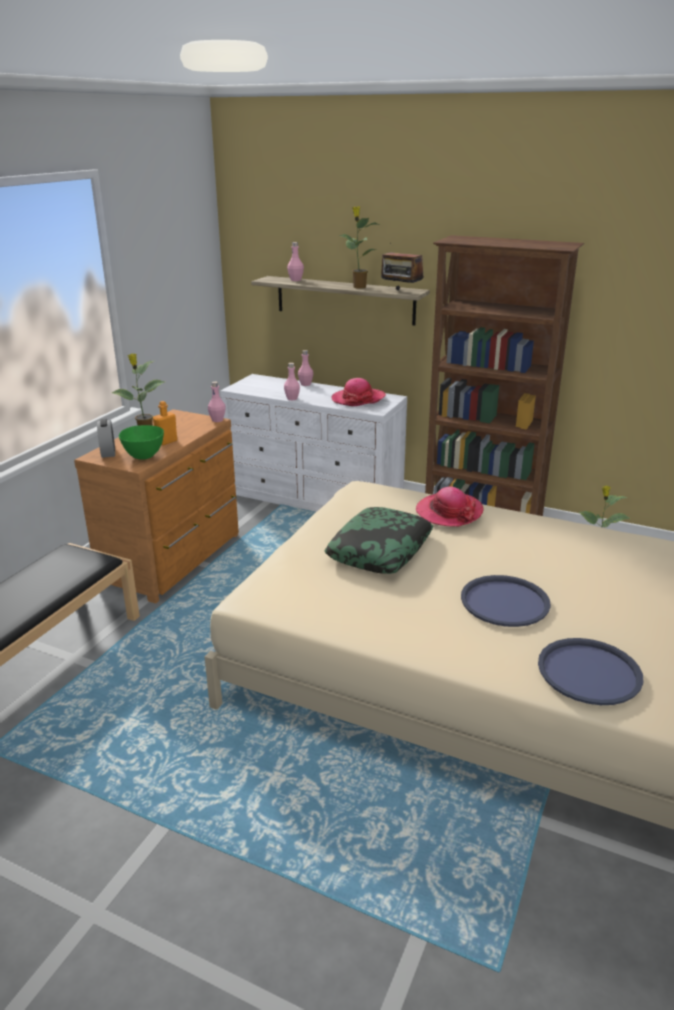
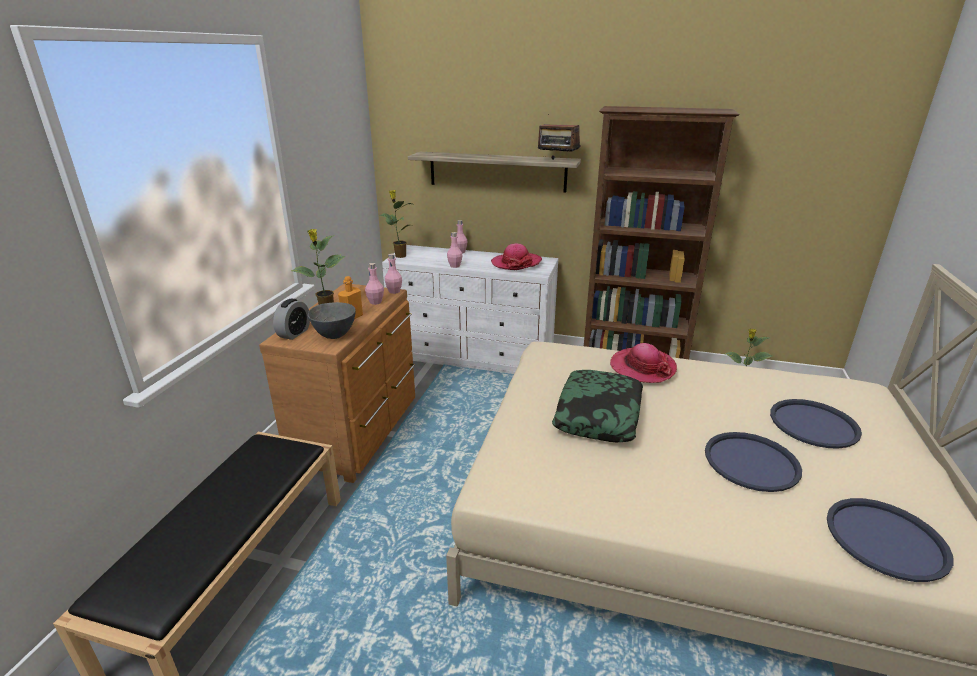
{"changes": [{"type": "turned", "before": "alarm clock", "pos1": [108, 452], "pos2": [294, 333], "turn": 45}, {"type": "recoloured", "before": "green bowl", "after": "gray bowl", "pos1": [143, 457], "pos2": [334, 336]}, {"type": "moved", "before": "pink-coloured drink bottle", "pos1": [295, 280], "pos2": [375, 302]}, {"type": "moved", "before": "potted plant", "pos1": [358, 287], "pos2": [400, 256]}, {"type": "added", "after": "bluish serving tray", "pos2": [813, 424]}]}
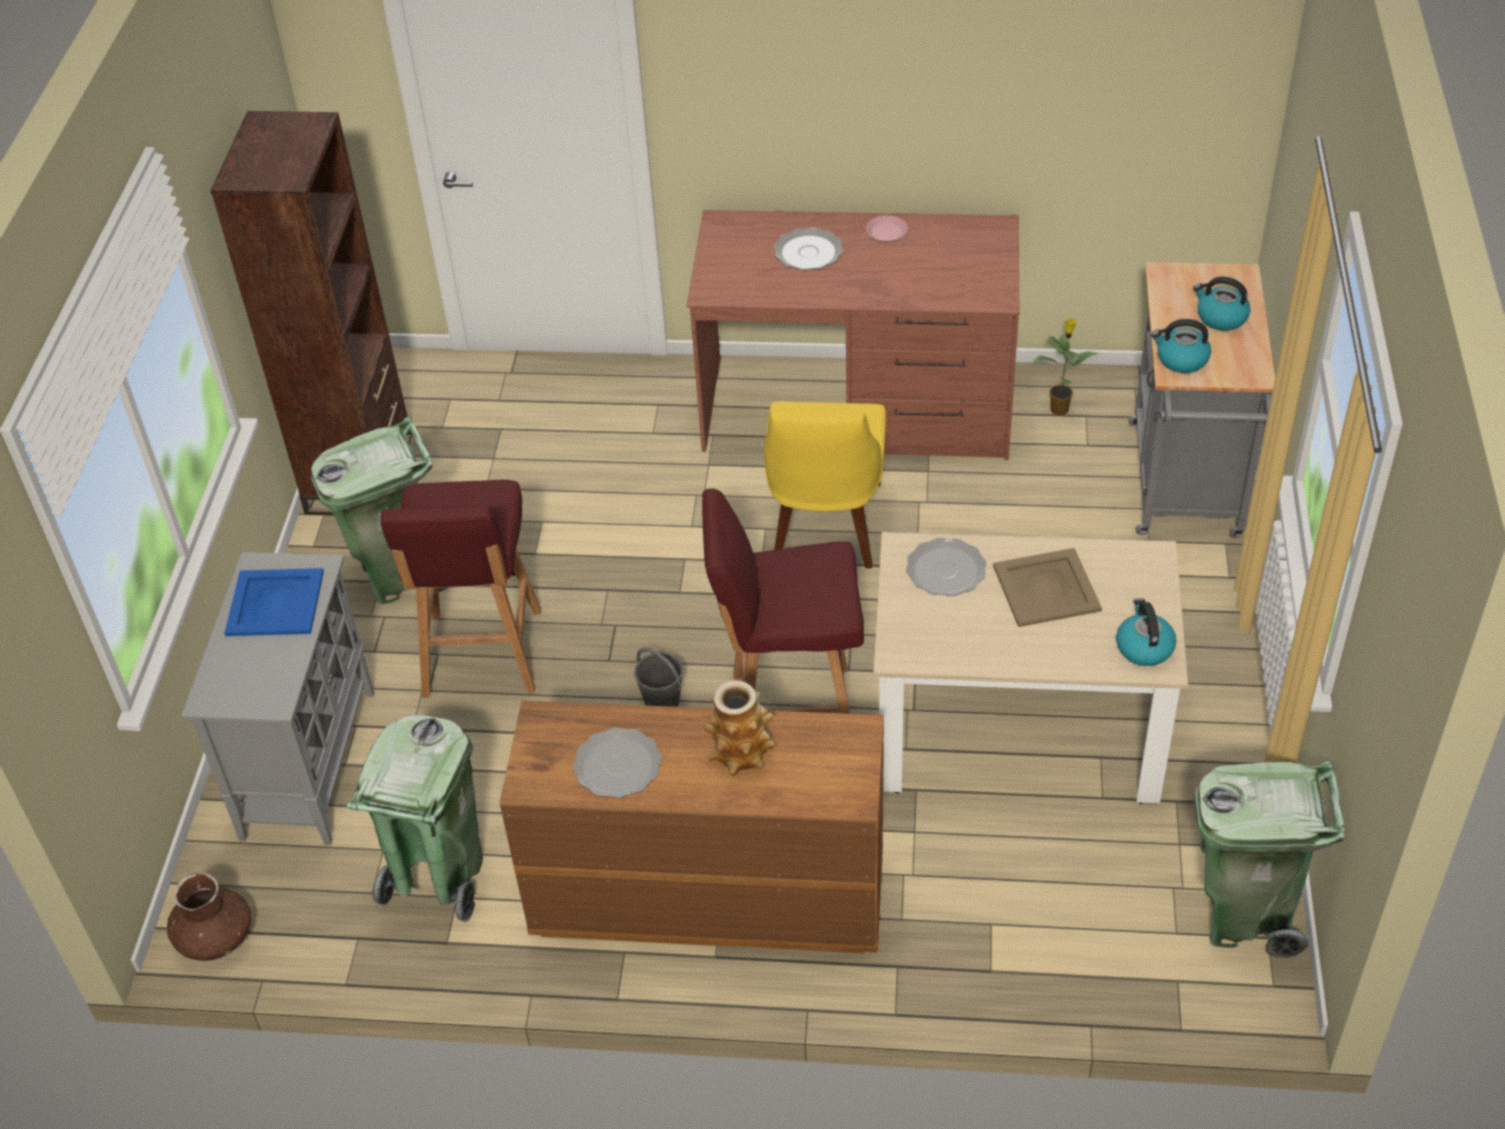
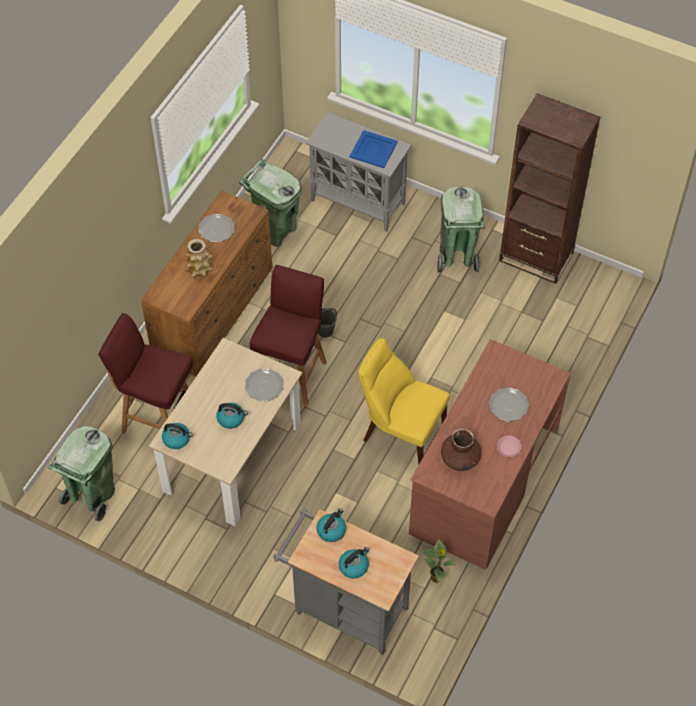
{"changes": [{"type": "moved", "before": "red-coloured stool", "pos1": [482, 656], "pos2": [157, 418]}, {"type": "replaced", "before": "beige-coloured serving tray", "after": "kettle", "pos1": [1046, 589], "pos2": [231, 418]}, {"type": "moved", "before": "brown-coloured vase", "pos1": [215, 938], "pos2": [460, 458]}]}
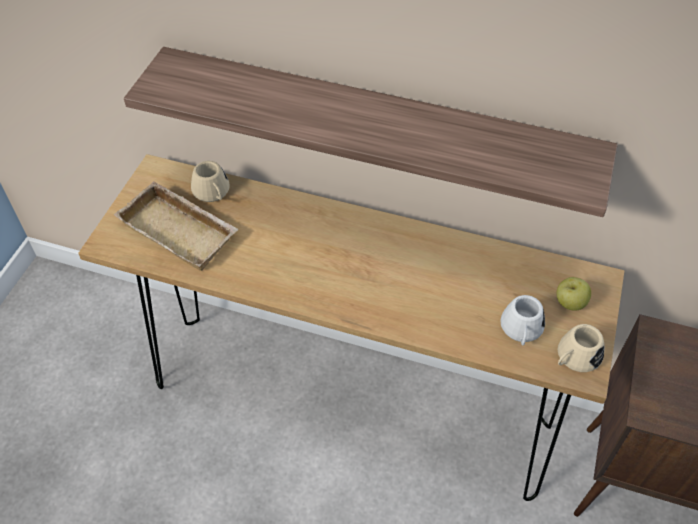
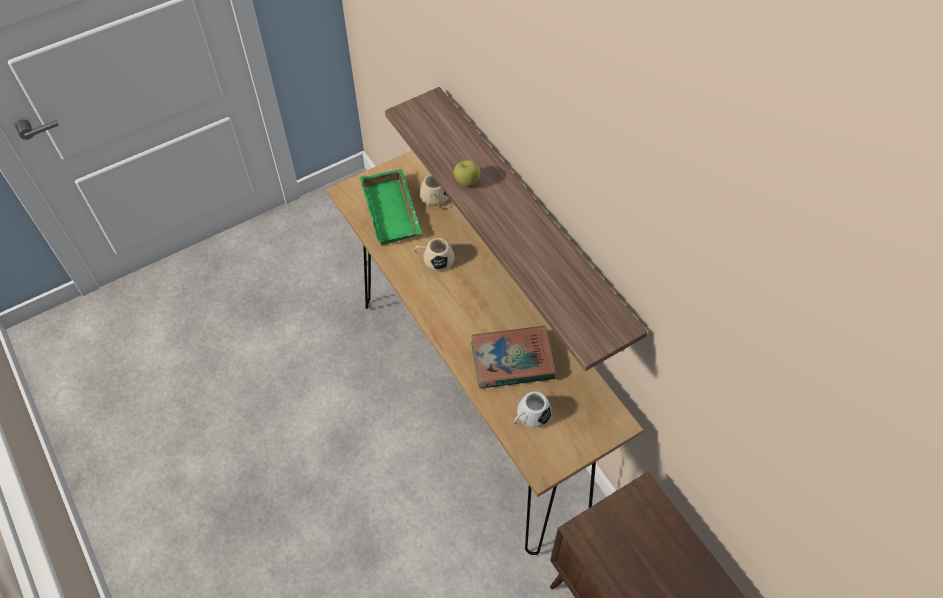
{"changes": [{"type": "recoloured", "before": "beige-coloured serving tray", "after": "green serving tray", "pos1": [181, 230], "pos2": [393, 212]}, {"type": "moved", "before": "beige-coloured mug", "pos1": [574, 358], "pos2": [434, 259]}, {"type": "moved", "before": "apple", "pos1": [569, 303], "pos2": [467, 181]}, {"type": "added", "after": "volume", "pos2": [512, 360]}]}
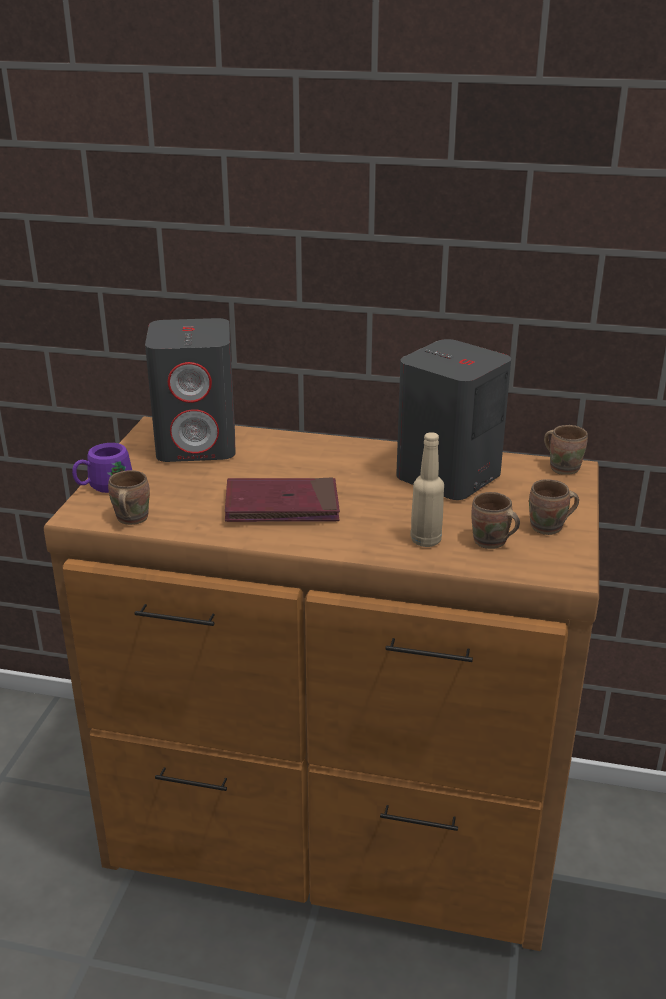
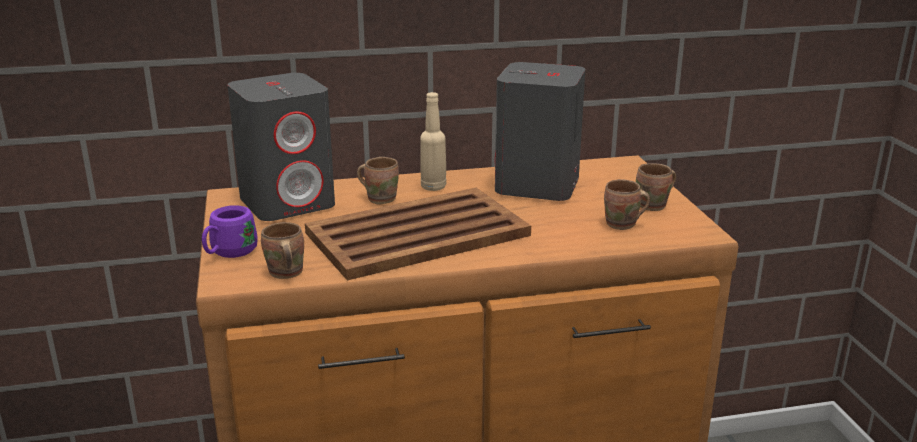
{"changes": [{"type": "replaced", "before": "red-coloured volume", "after": "brown-coloured serving tray", "pos1": [282, 506], "pos2": [420, 234]}, {"type": "moved", "before": "brown-coloured mug", "pos1": [563, 467], "pos2": [380, 198]}, {"type": "moved", "before": "beige-coloured drink bottle", "pos1": [426, 540], "pos2": [433, 187]}]}
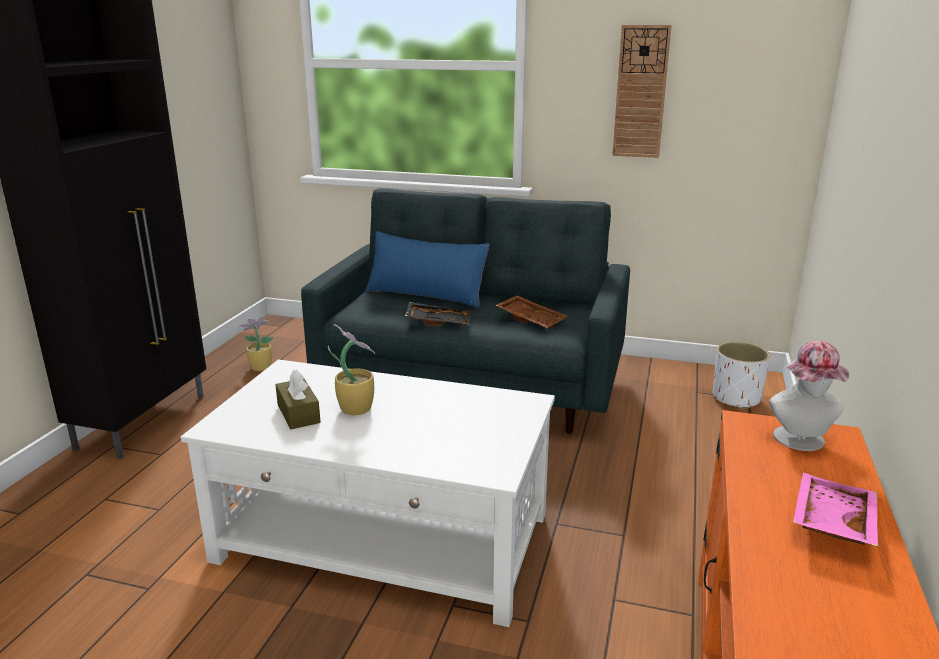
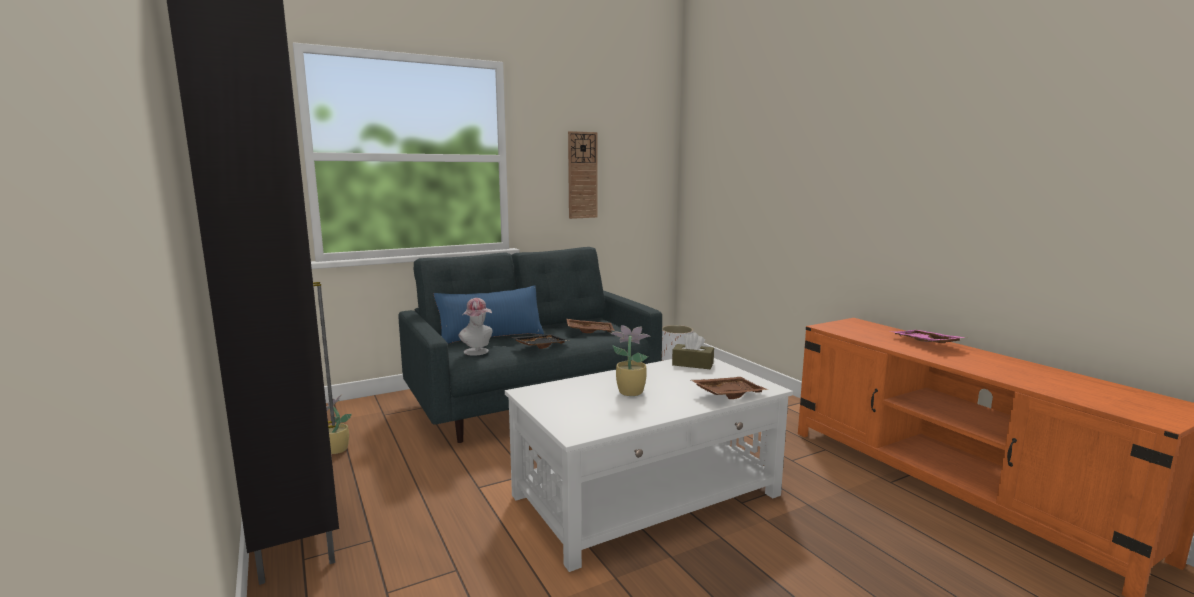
{"changes": [{"type": "moved", "before": "wearable hat", "pos1": [801, 442], "pos2": [478, 352]}, {"type": "moved", "before": "brown-coloured box of tissues", "pos1": [298, 414], "pos2": [692, 364]}, {"type": "added", "after": "brown-coloured serving tray", "pos2": [727, 394]}]}
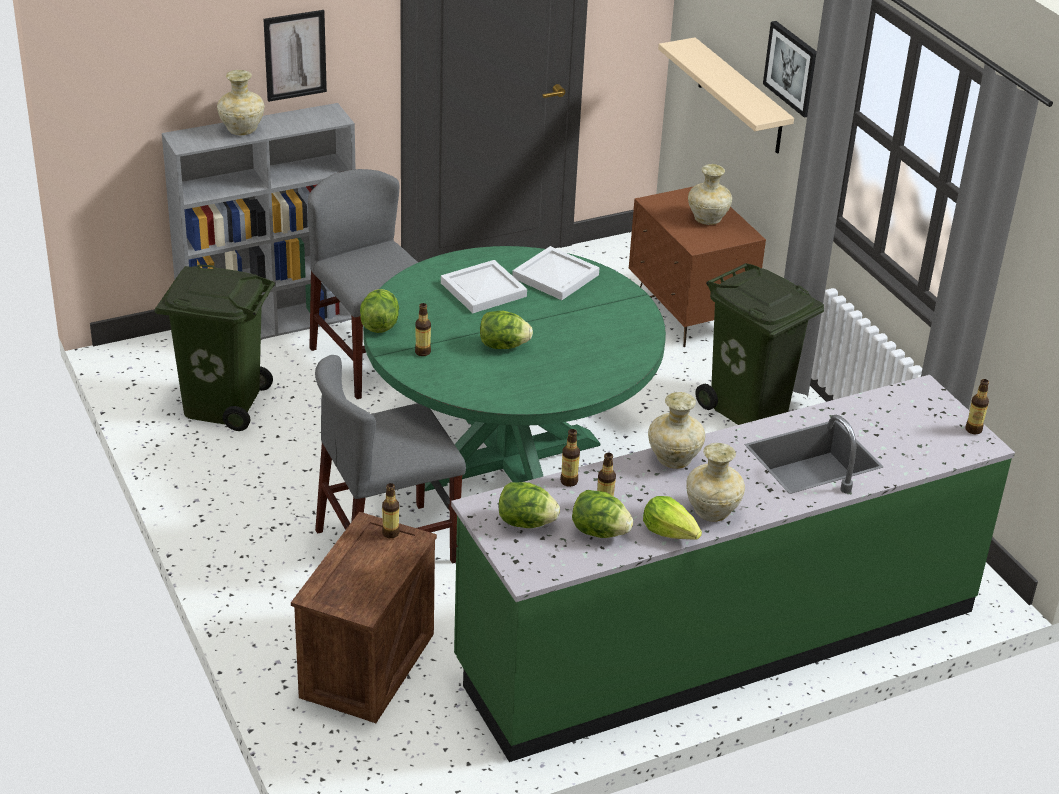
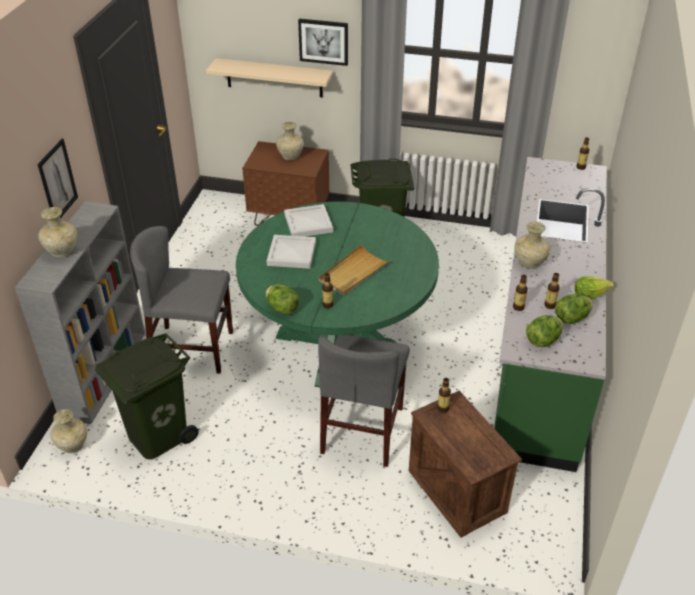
{"changes": [{"type": "moved", "before": "beige-coloured vase", "pos1": [711, 512], "pos2": [73, 446]}, {"type": "replaced", "before": "head of lettuce", "after": "beige-coloured serving tray", "pos1": [503, 346], "pos2": [353, 273]}]}
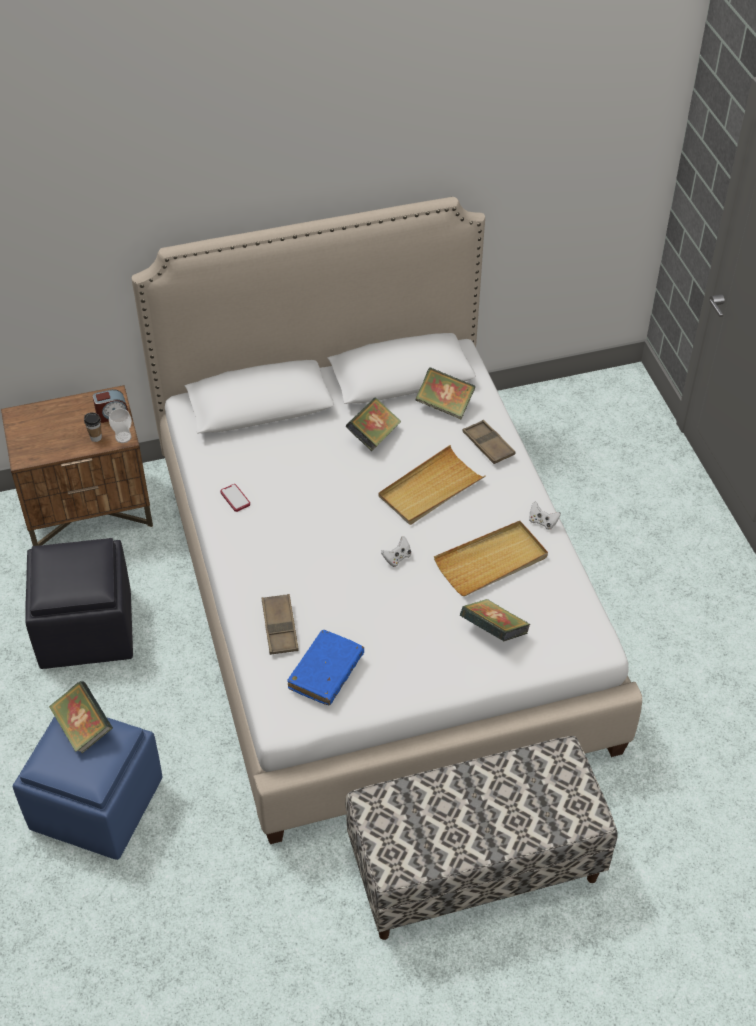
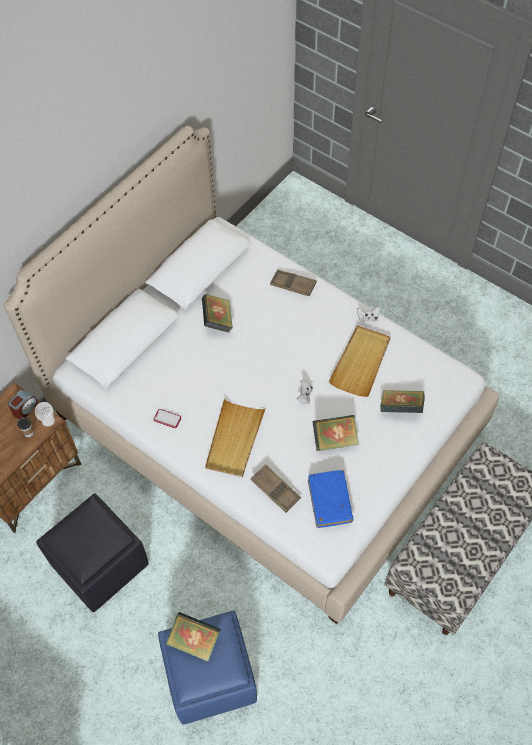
{"changes": [{"type": "moved", "before": "beige-coloured serving tray", "pos1": [430, 489], "pos2": [234, 440]}, {"type": "moved", "before": "volume", "pos1": [444, 405], "pos2": [335, 439]}]}
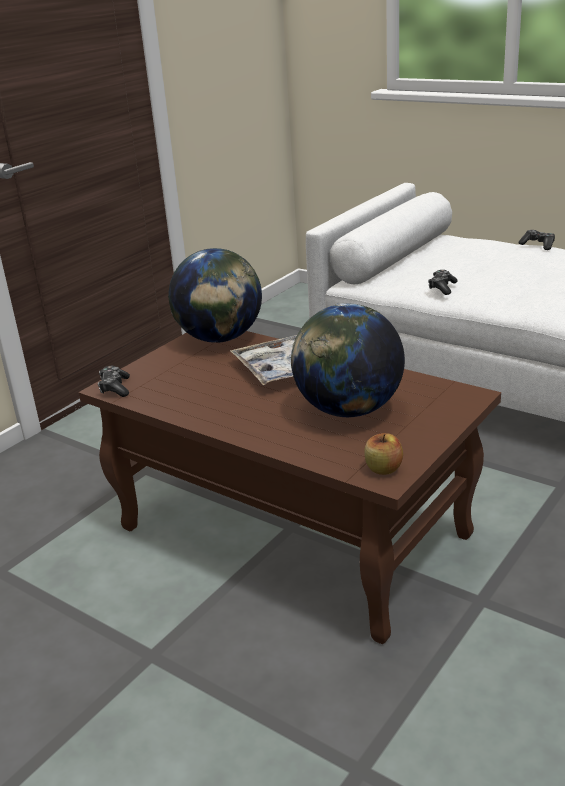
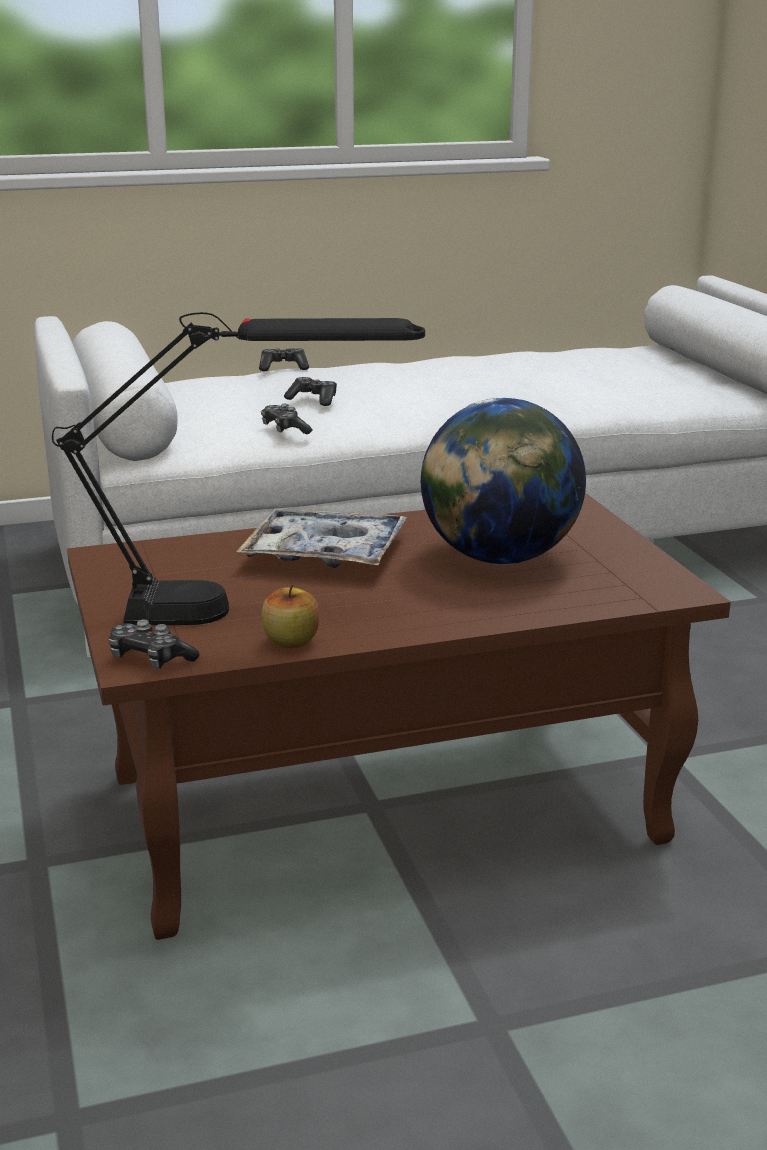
{"changes": [{"type": "added", "after": "black-coloured lamp for a table", "pos2": [246, 610]}, {"type": "moved", "before": "apple", "pos1": [383, 469], "pos2": [291, 642]}, {"type": "added", "after": "game controller", "pos2": [313, 400]}, {"type": "removed", "before": "globe", "pos1": [220, 339]}]}
